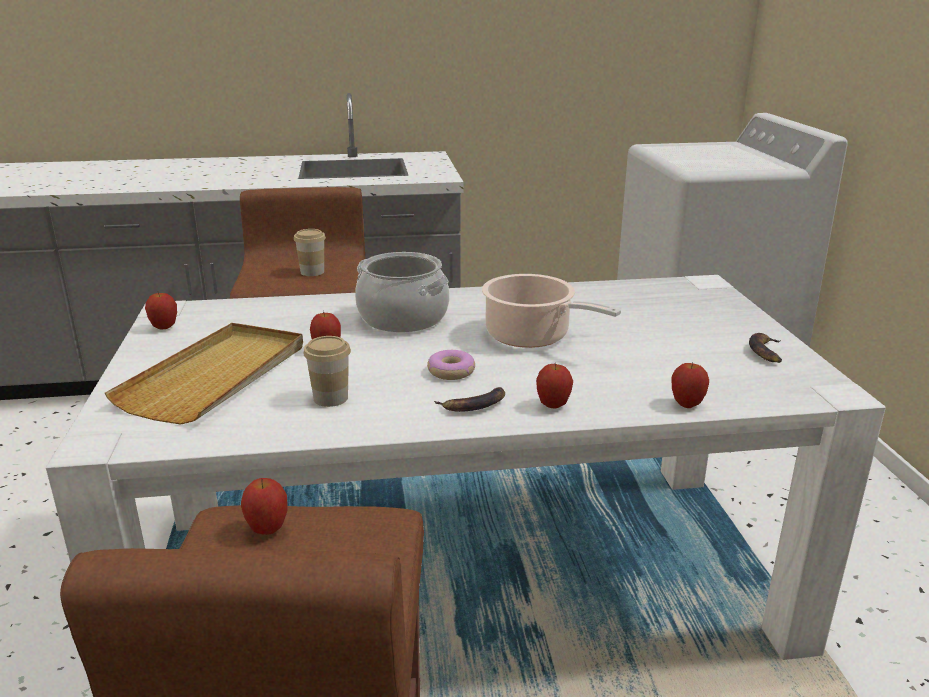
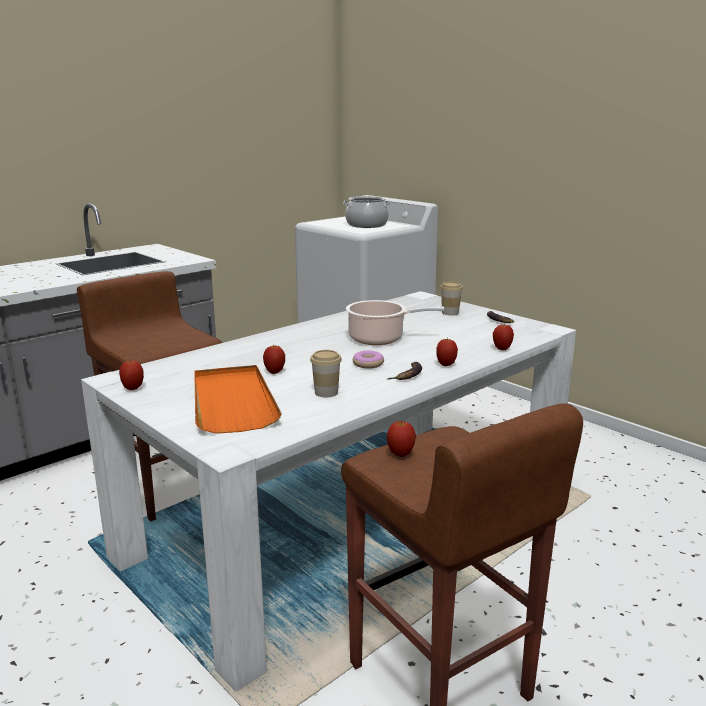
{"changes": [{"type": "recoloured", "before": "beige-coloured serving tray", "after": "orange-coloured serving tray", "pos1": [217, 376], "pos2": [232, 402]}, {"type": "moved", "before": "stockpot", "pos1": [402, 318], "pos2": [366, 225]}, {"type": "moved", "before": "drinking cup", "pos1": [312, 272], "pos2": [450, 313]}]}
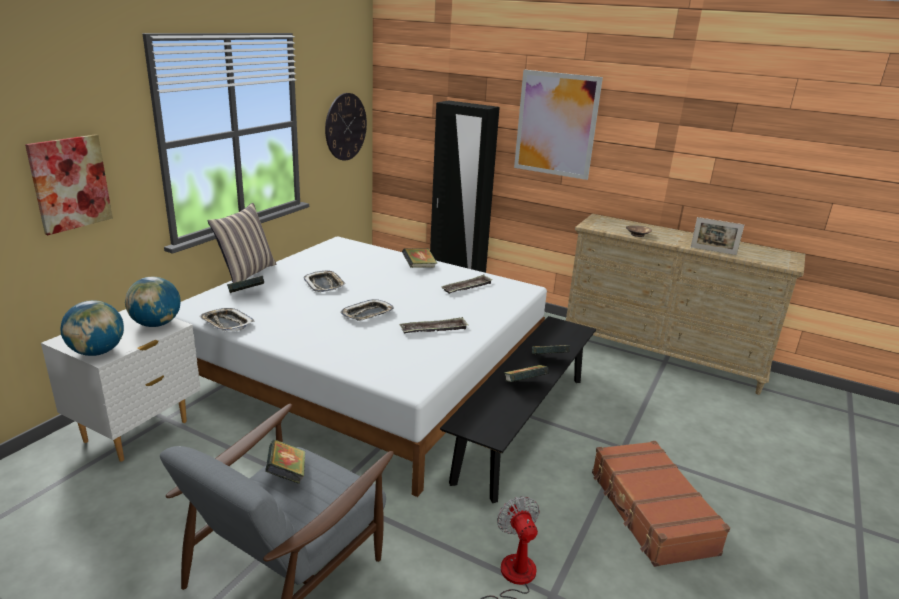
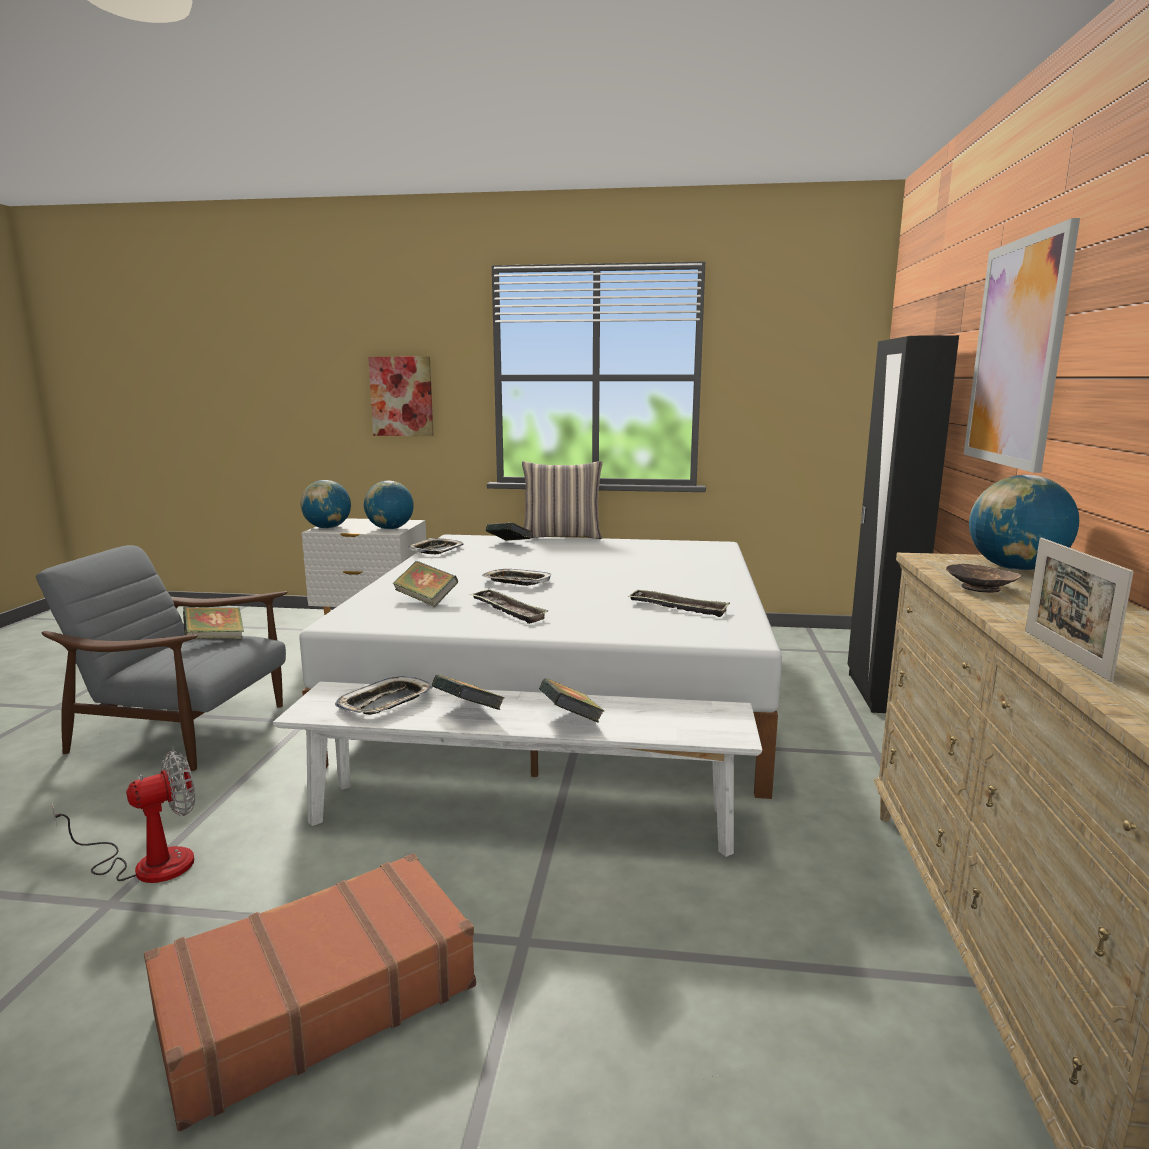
{"changes": [{"type": "recoloured", "before": "black-coloured bench", "after": "white bench", "pos1": [522, 426], "pos2": [520, 816]}, {"type": "moved", "before": "serving tray", "pos1": [324, 284], "pos2": [385, 703]}, {"type": "moved", "before": "volume", "pos1": [419, 267], "pos2": [426, 600]}, {"type": "added", "after": "globe", "pos2": [1015, 568]}, {"type": "removed", "before": "clock on the wall", "pos1": [345, 127]}]}
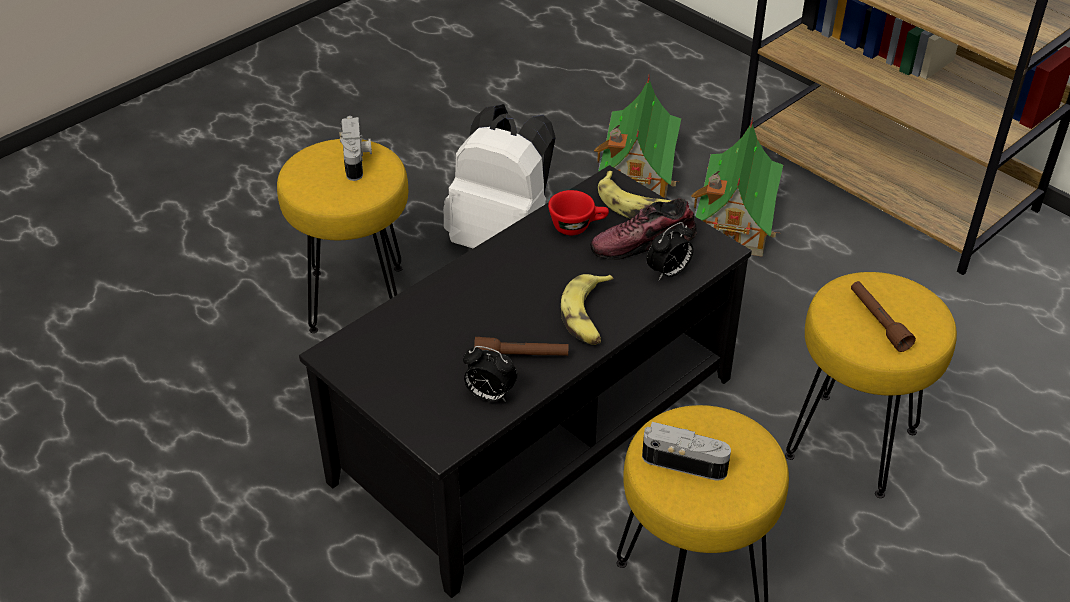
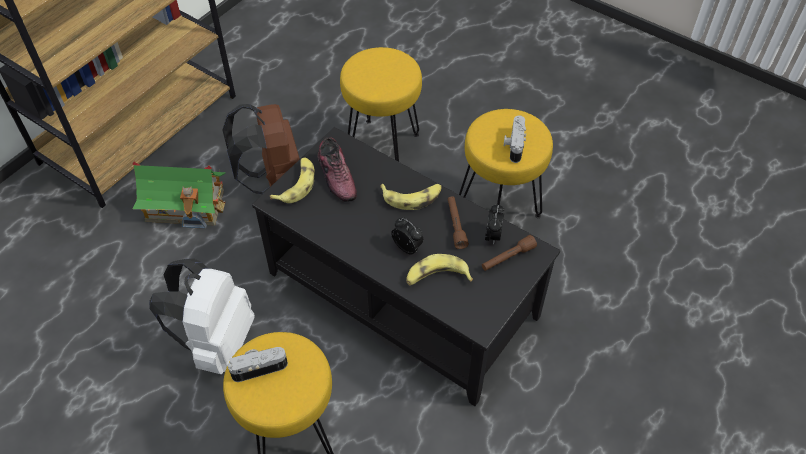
{"changes": [{"type": "added", "after": "brown-coloured backpack", "pos2": [274, 181]}, {"type": "moved", "before": "alarm clock", "pos1": [668, 273], "pos2": [408, 247]}, {"type": "added", "after": "banana", "pos2": [436, 277]}, {"type": "moved", "before": "brown-coloured flashlight", "pos1": [878, 321], "pos2": [507, 258]}, {"type": "removed", "before": "red-coloured drinking cup", "pos1": [578, 226]}, {"type": "removed", "before": "model house", "pos1": [638, 173]}]}
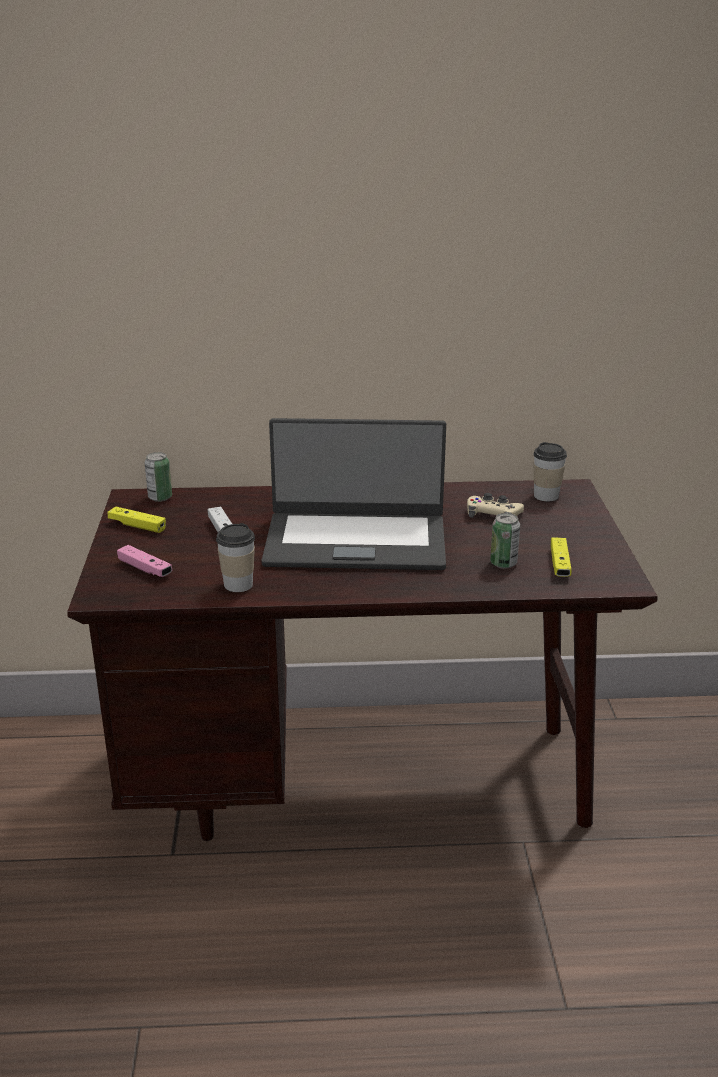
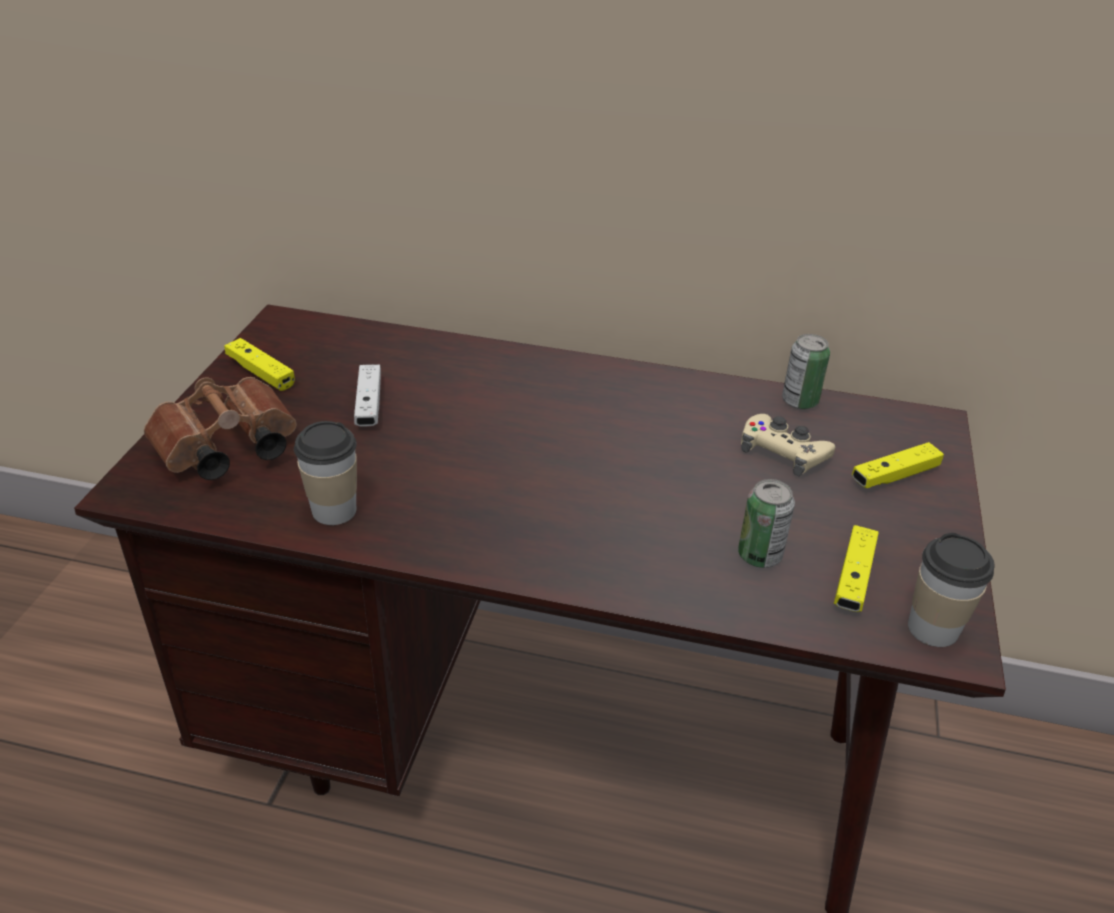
{"changes": [{"type": "replaced", "before": "pink-coloured game controller", "after": "brown-coloured pair of binoculars", "pos1": [145, 569], "pos2": [224, 451]}, {"type": "moved", "before": "can", "pos1": [160, 497], "pos2": [799, 401]}, {"type": "added", "after": "yellow game controller", "pos2": [894, 476]}, {"type": "moved", "before": "drinking cup", "pos1": [546, 496], "pos2": [933, 628]}, {"type": "removed", "before": "portable computer", "pos1": [355, 541]}]}
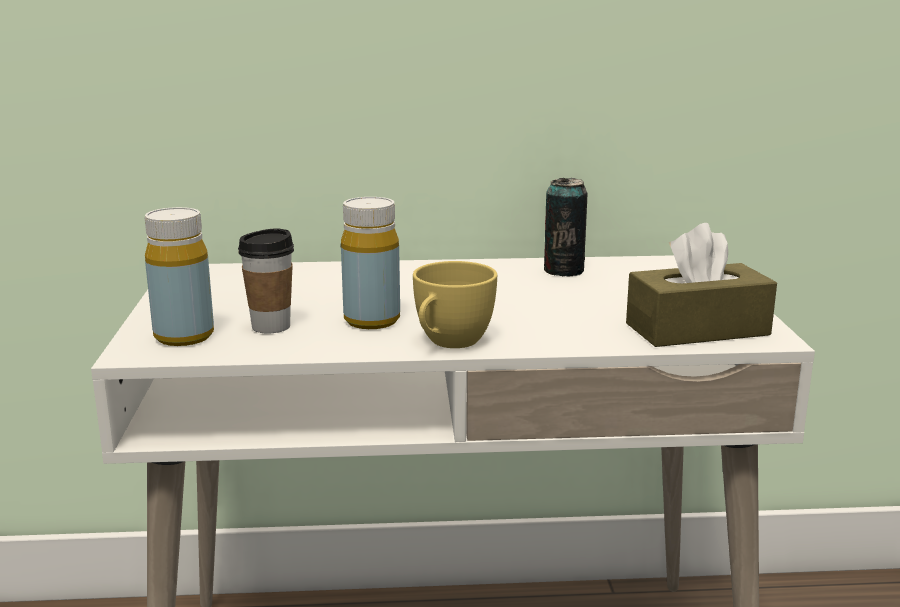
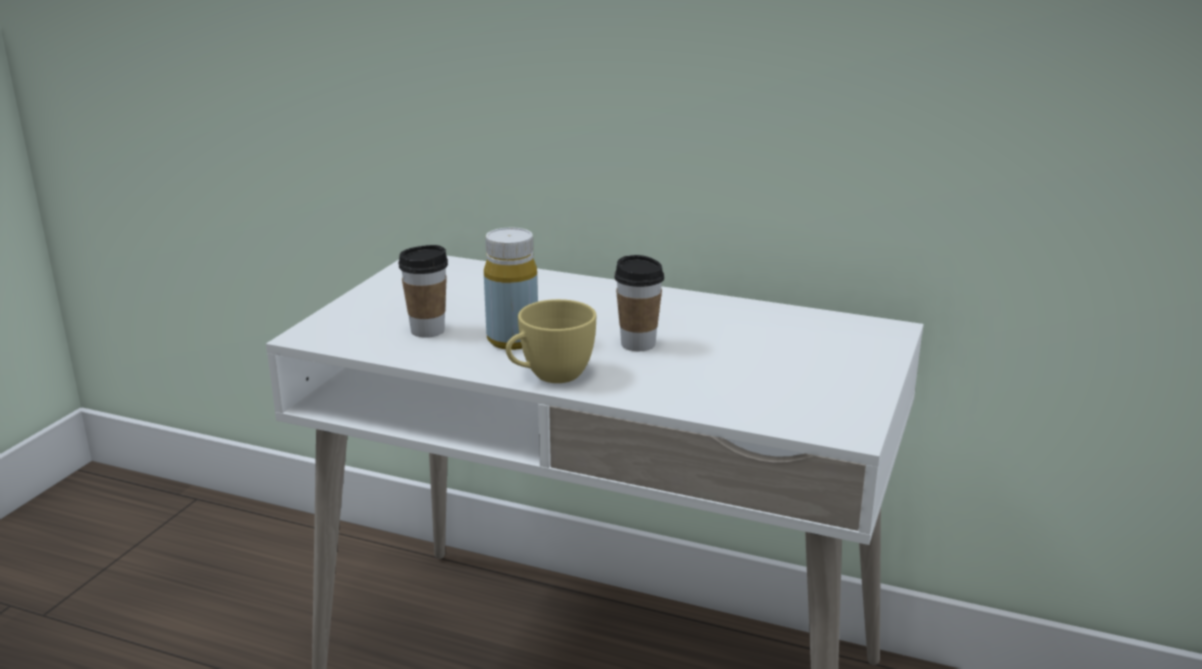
{"changes": [{"type": "added", "after": "drinking cup", "pos2": [638, 344]}, {"type": "removed", "before": "yellow drink bottle", "pos1": [184, 336]}, {"type": "removed", "before": "can", "pos1": [563, 271]}, {"type": "removed", "before": "brown-coloured box of tissues", "pos1": [697, 329]}]}
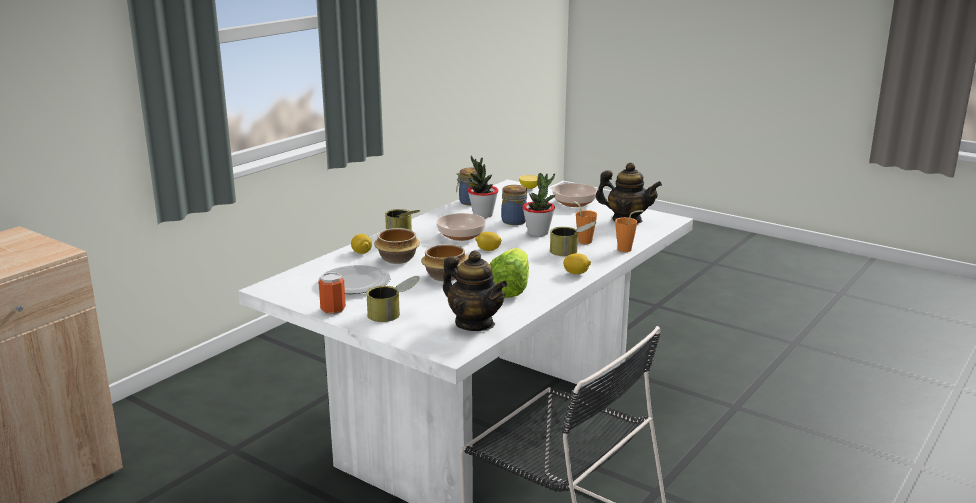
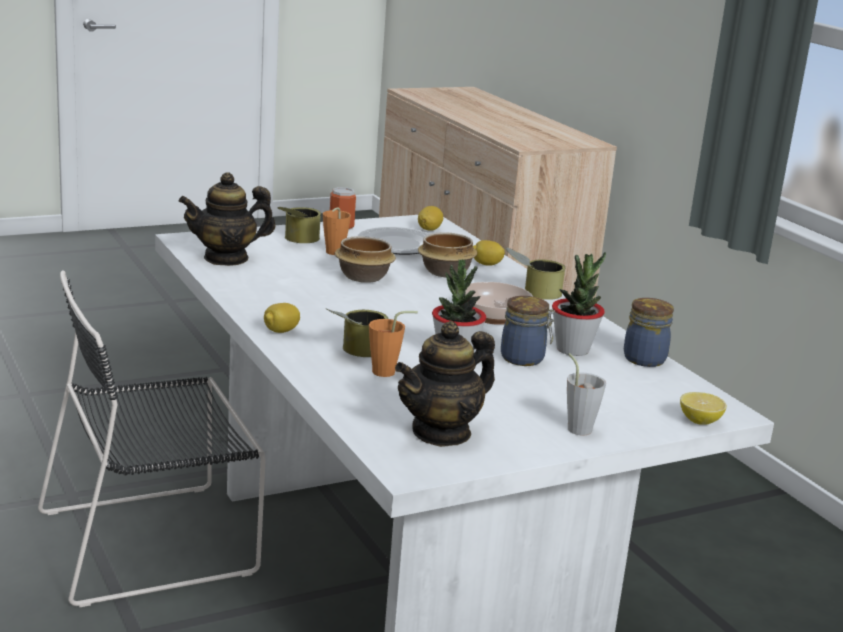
{"changes": [{"type": "moved", "before": "orange-coloured drinking cup", "pos1": [627, 249], "pos2": [333, 253]}, {"type": "moved", "before": "citrus fruit", "pos1": [488, 250], "pos2": [429, 229]}, {"type": "replaced", "before": "bowl", "after": "gray drinking cup", "pos1": [575, 203], "pos2": [577, 427]}, {"type": "removed", "before": "head of lettuce", "pos1": [510, 288]}]}
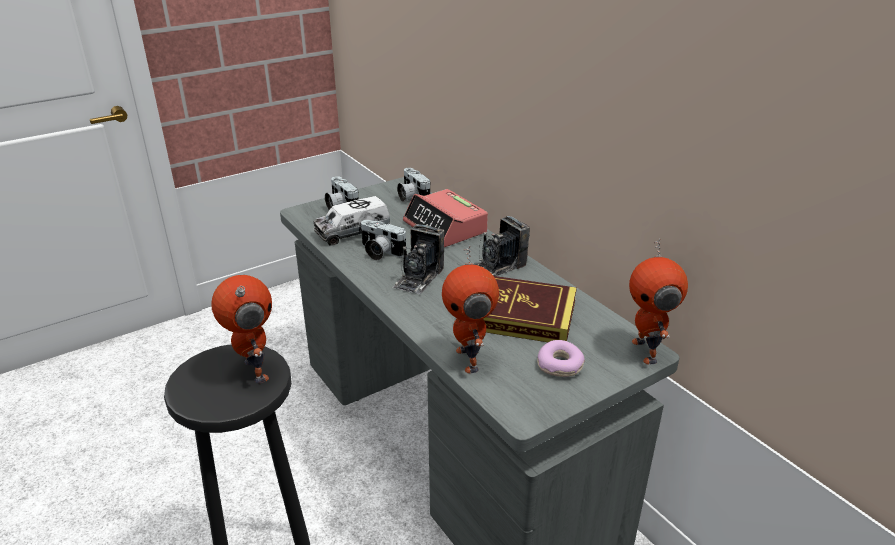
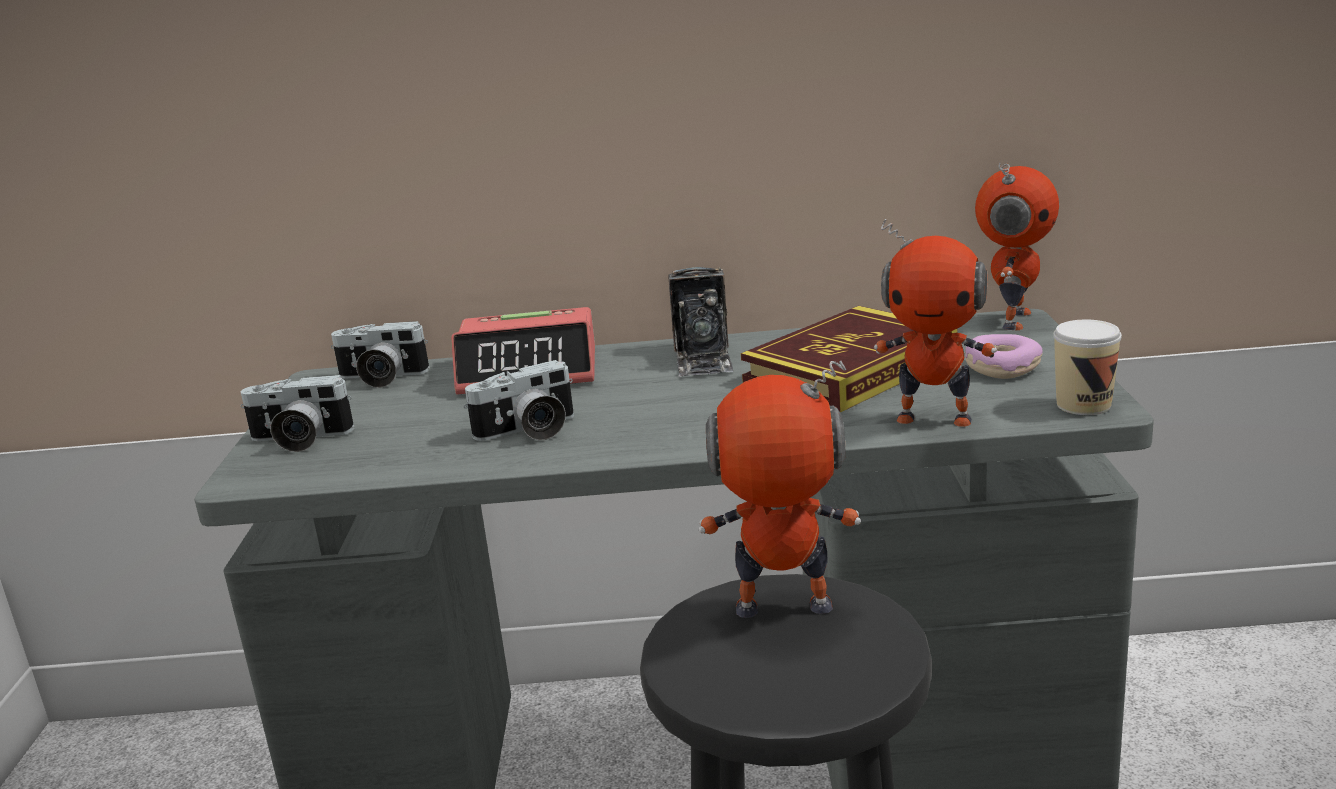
{"changes": [{"type": "turned", "before": "robot figure", "pos1": [646, 351], "pos2": [1013, 320], "turn": -90}, {"type": "added", "after": "drinking cup", "pos2": [1083, 405]}, {"type": "removed", "before": "model truck", "pos1": [352, 232]}, {"type": "removed", "before": "still camera", "pos1": [419, 277]}]}
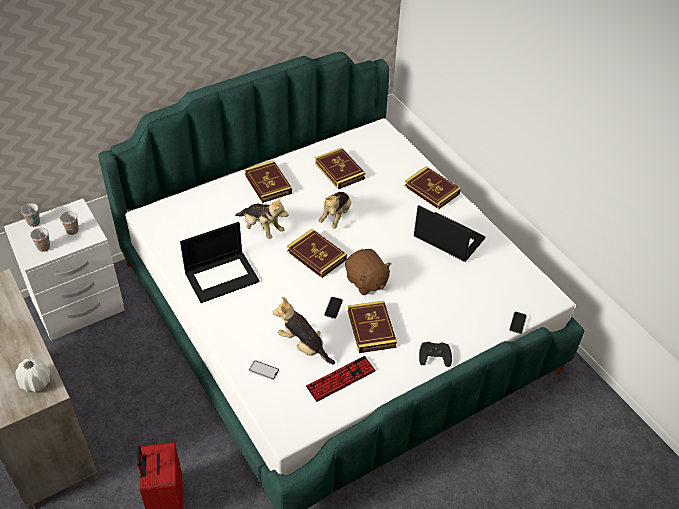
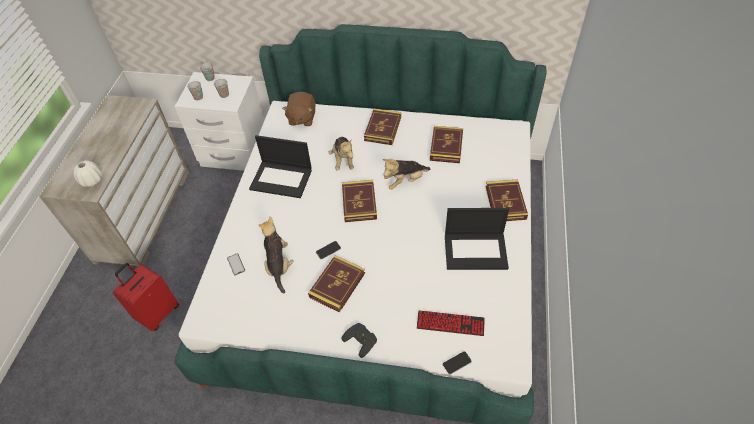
{"changes": [{"type": "moved", "before": "brown-coloured cuddly toy", "pos1": [366, 281], "pos2": [302, 118]}, {"type": "moved", "before": "keyboard", "pos1": [341, 379], "pos2": [450, 323]}, {"type": "turned", "before": "portable computer", "pos1": [448, 237], "pos2": [476, 250], "turn": 105}]}
